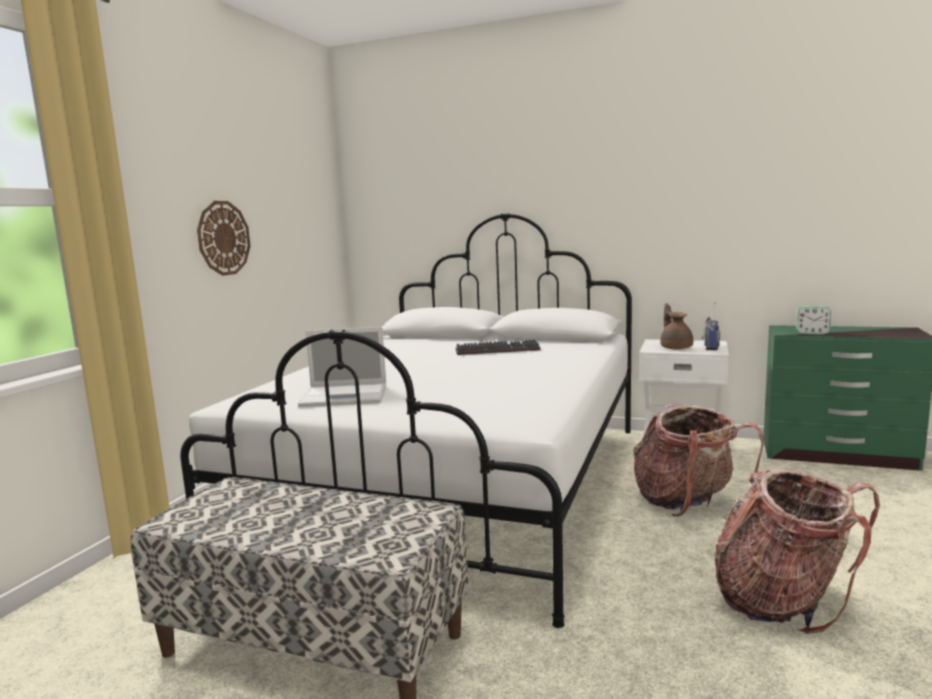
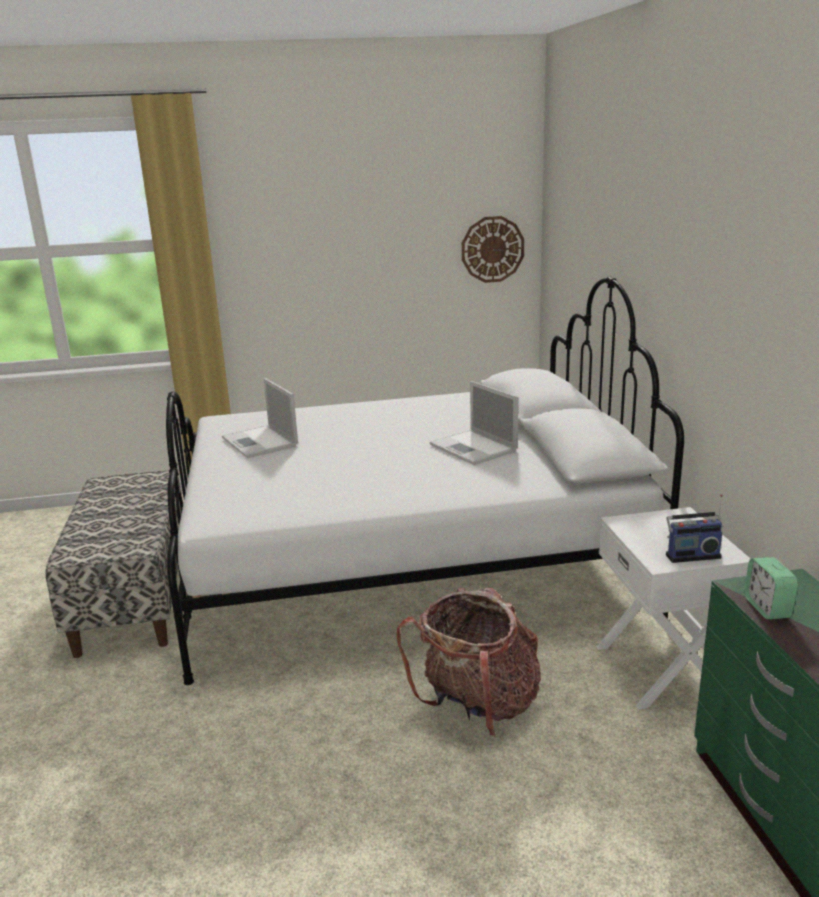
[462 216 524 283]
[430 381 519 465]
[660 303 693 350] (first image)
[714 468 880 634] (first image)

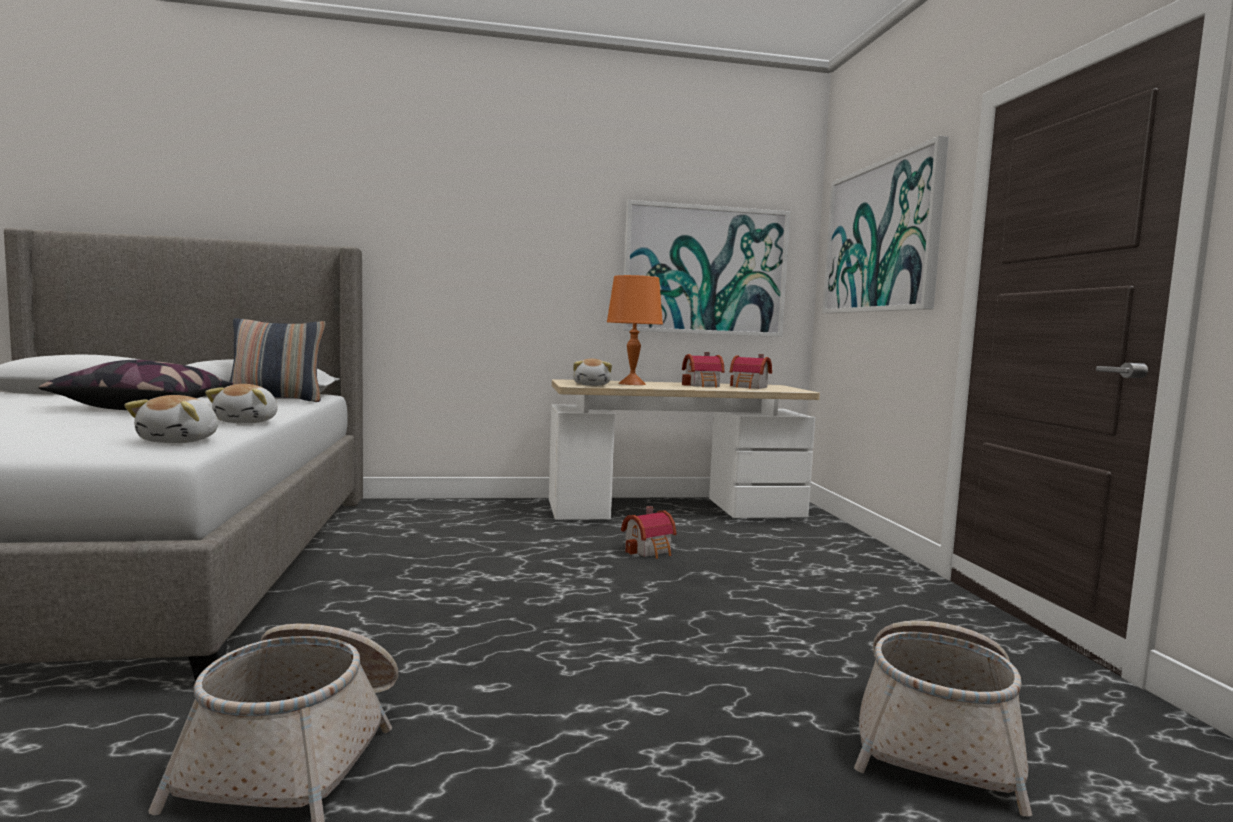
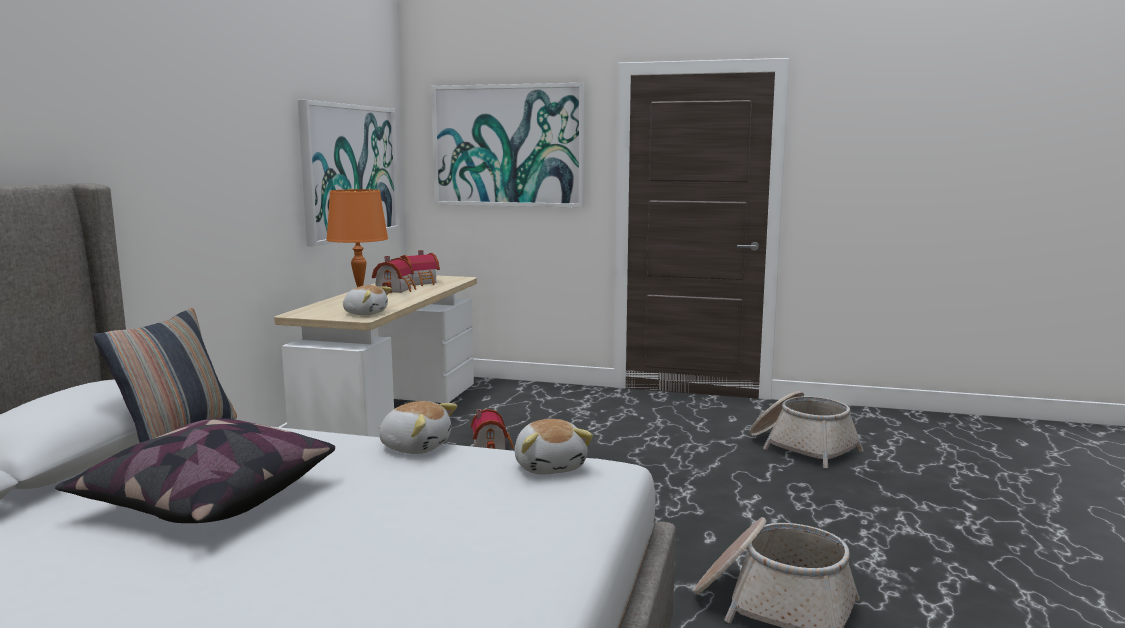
[514 419 593 475]

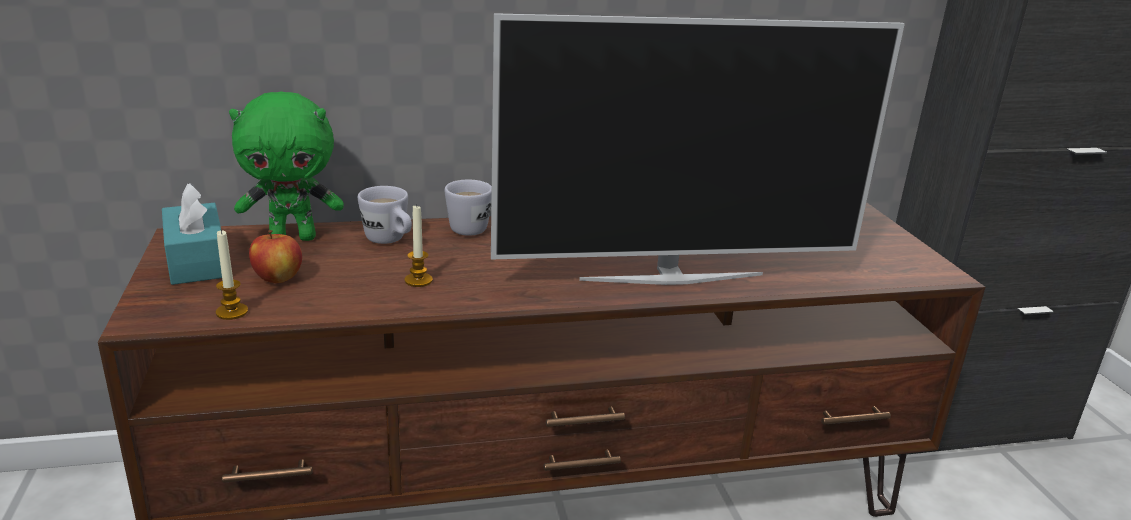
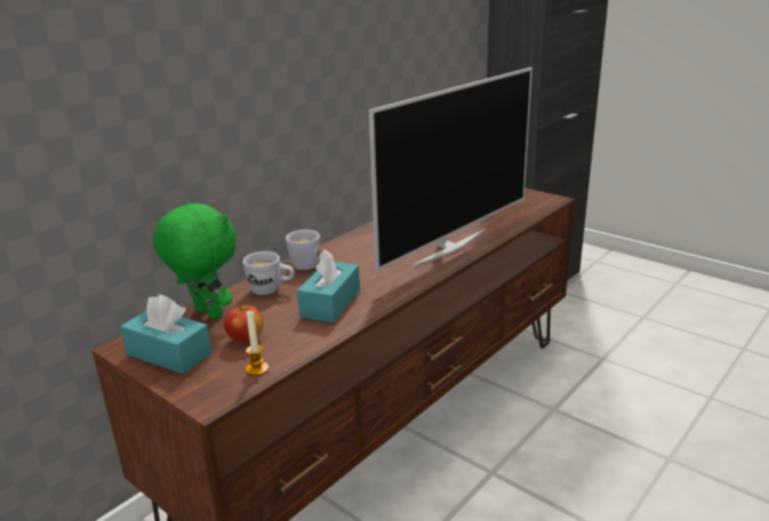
[153 201 237 319]
[297 249 360 323]

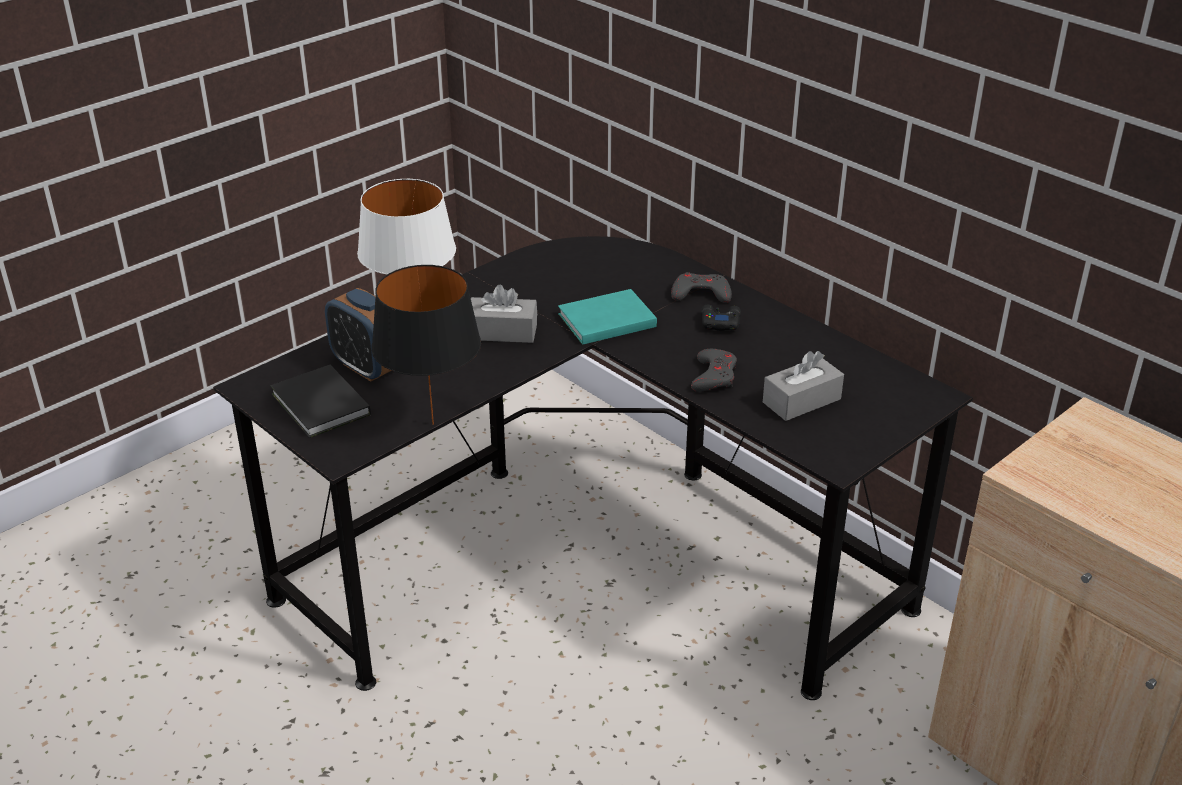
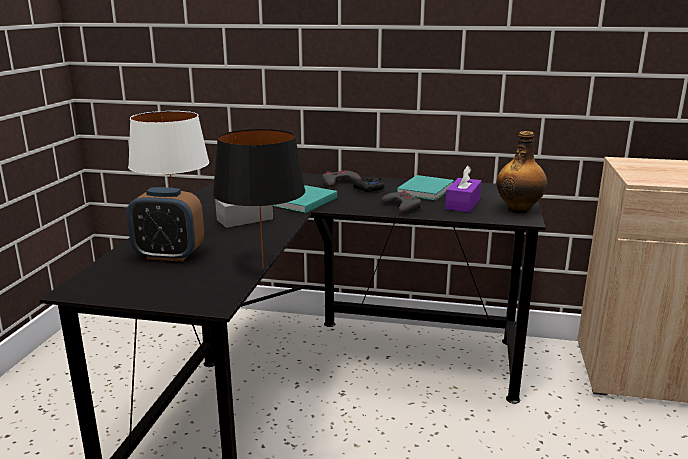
[270 365 371 438] (first image)
[445 166 482 212]
[397 175 454 201]
[496 131 547 214]

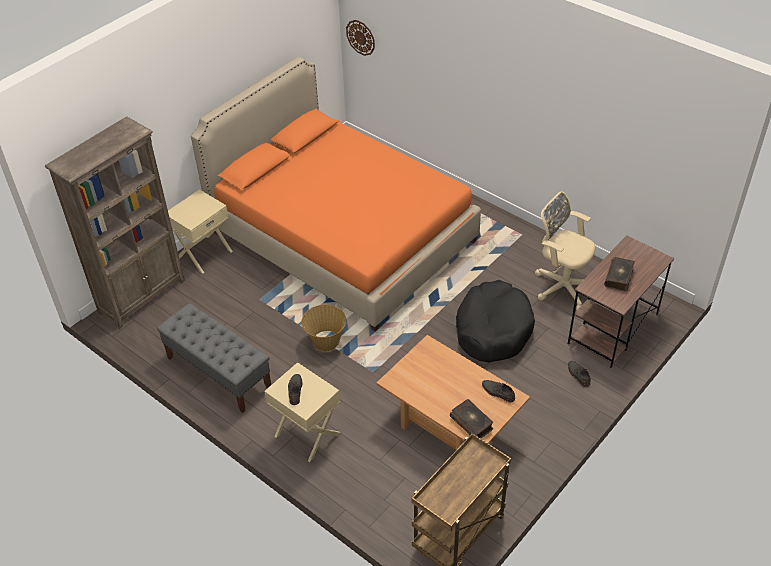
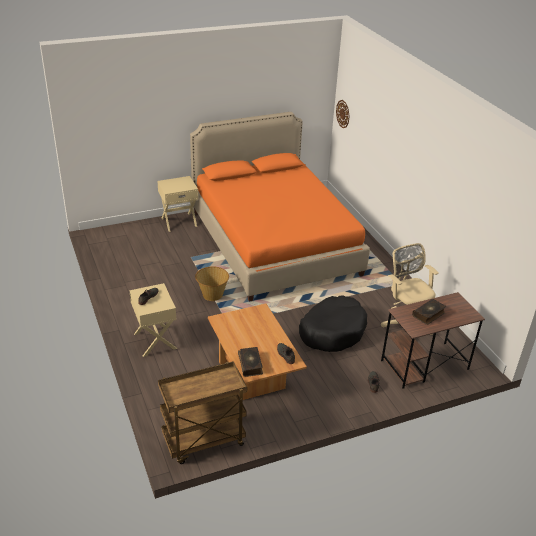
[45 116 185 329] (first image)
[157 303 271 413] (first image)

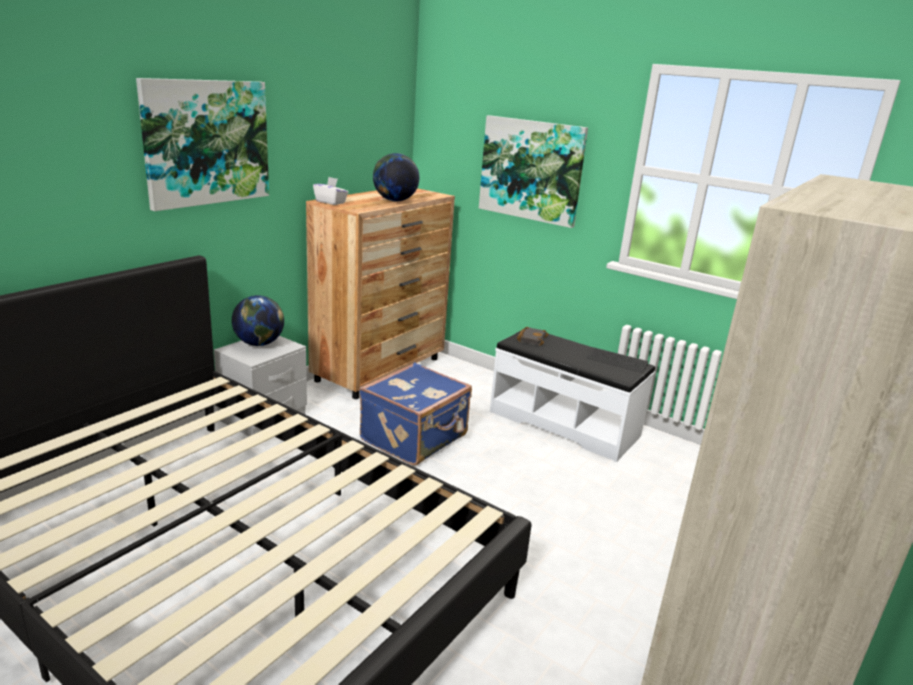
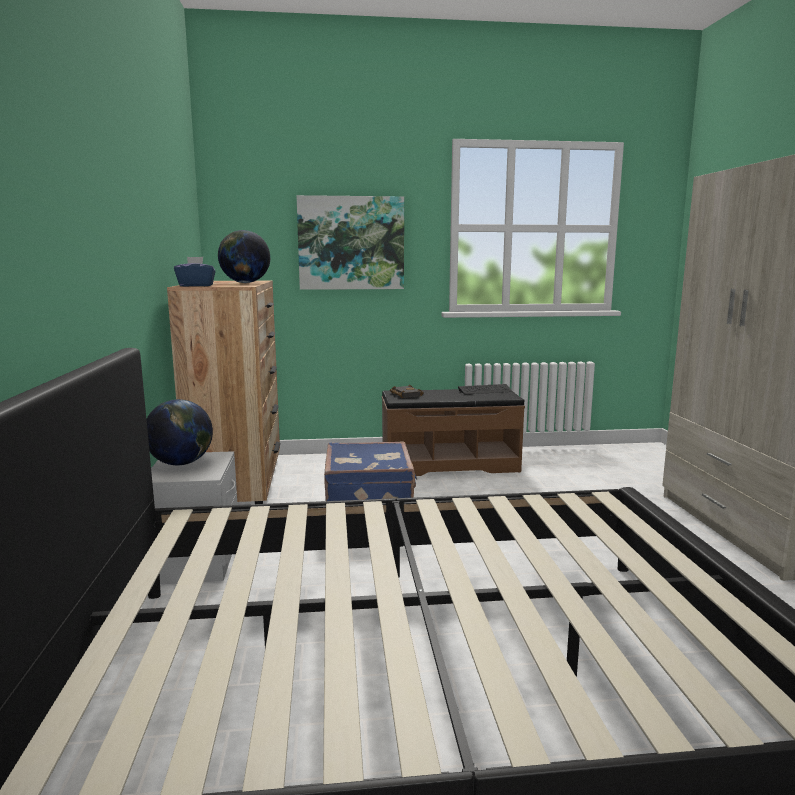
[136 78 269 211] (first image)
[174 257 216 287]
[382 389 525 476]

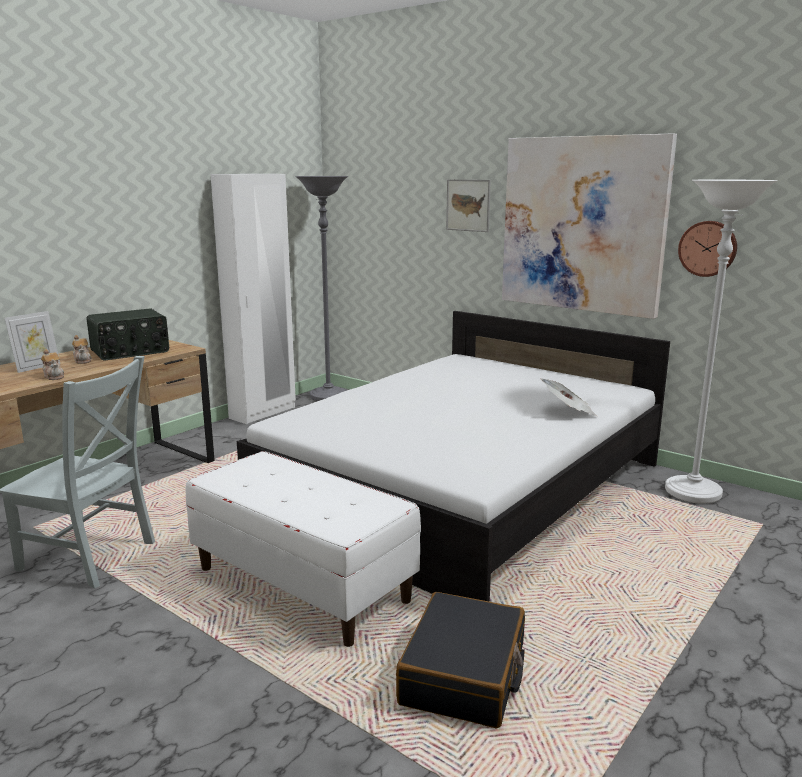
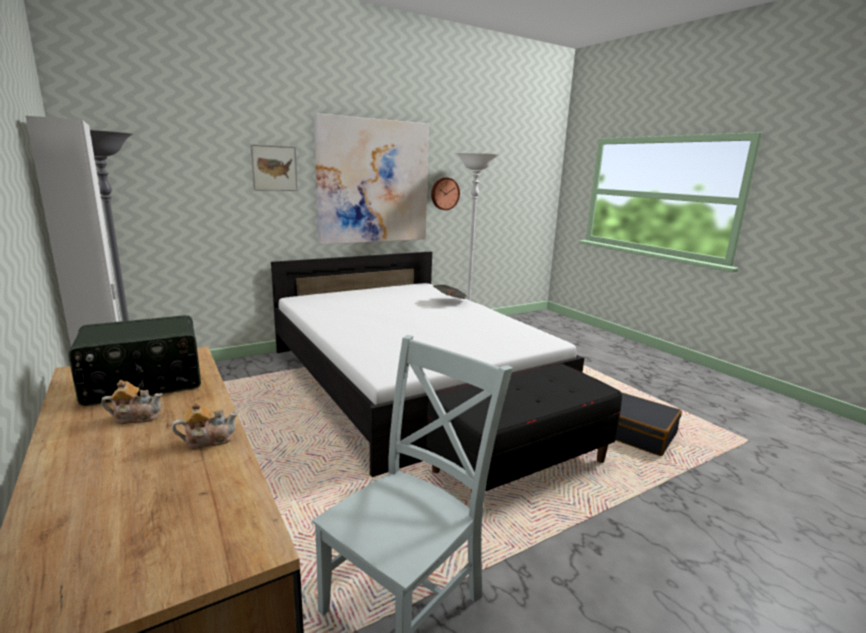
[5 311 60 373] (first image)
[68 315 201 406]
[427 363 622 492]

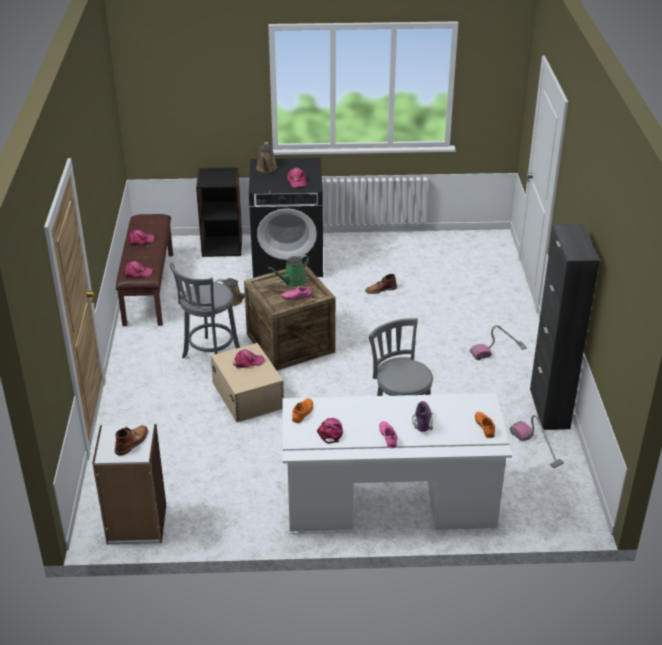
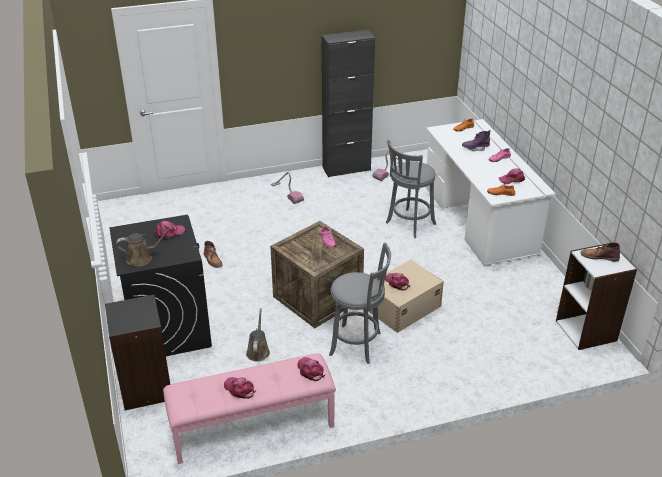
[163 353 336 464]
[268 254 309 287] (first image)

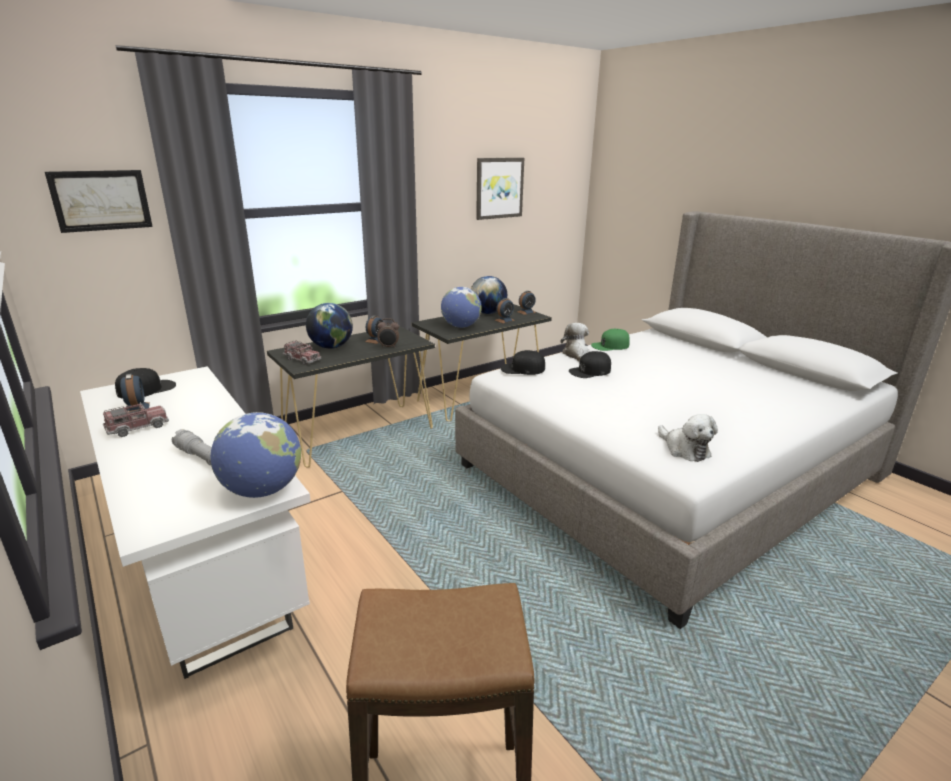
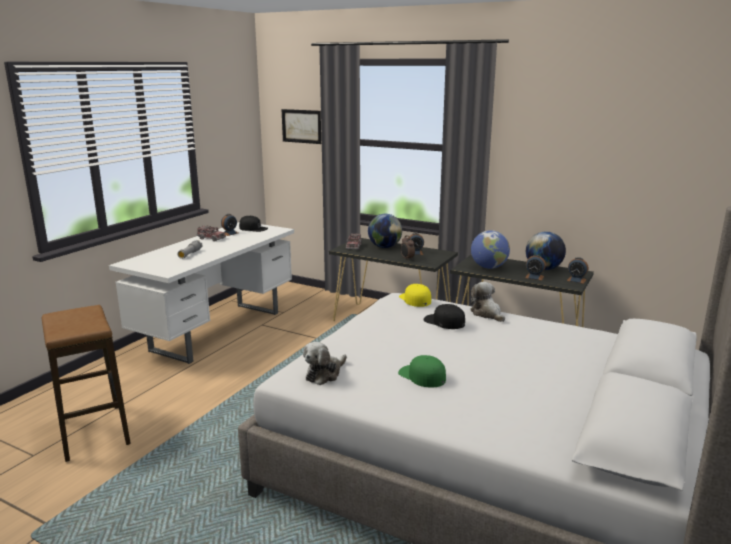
[211 412 301 498] (first image)
[476 158 524 220] (first image)
[399 284 431 307]
[470 282 505 322]
[398 355 446 388]

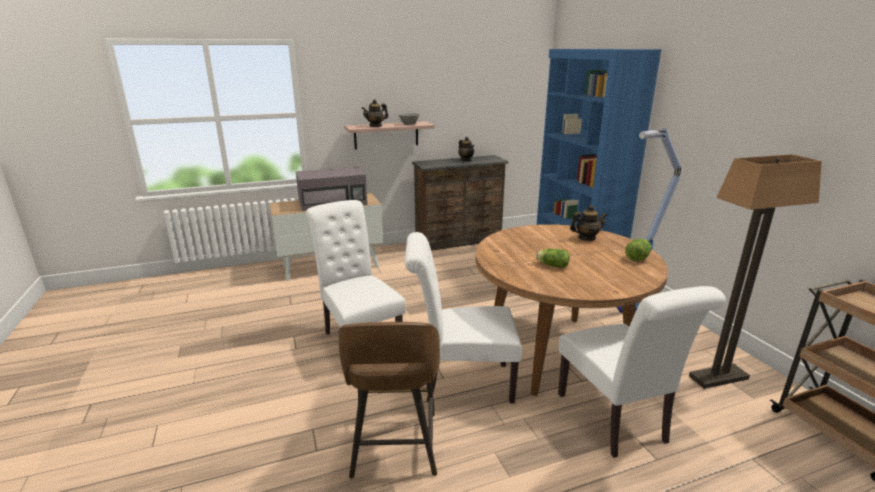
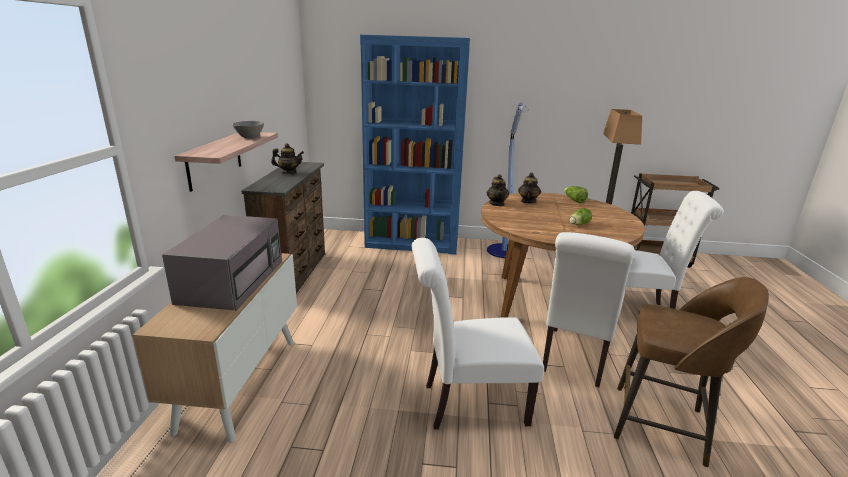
[487 174 509 206]

